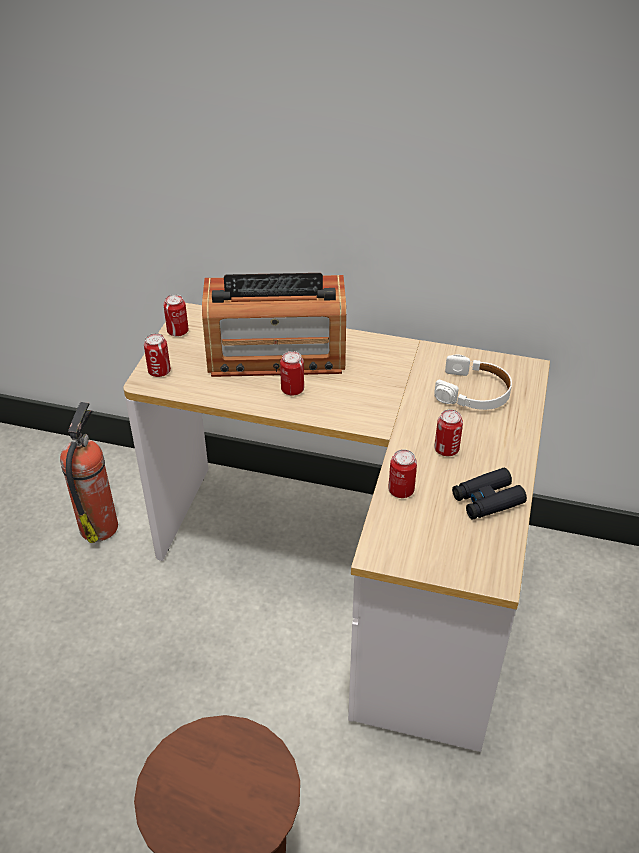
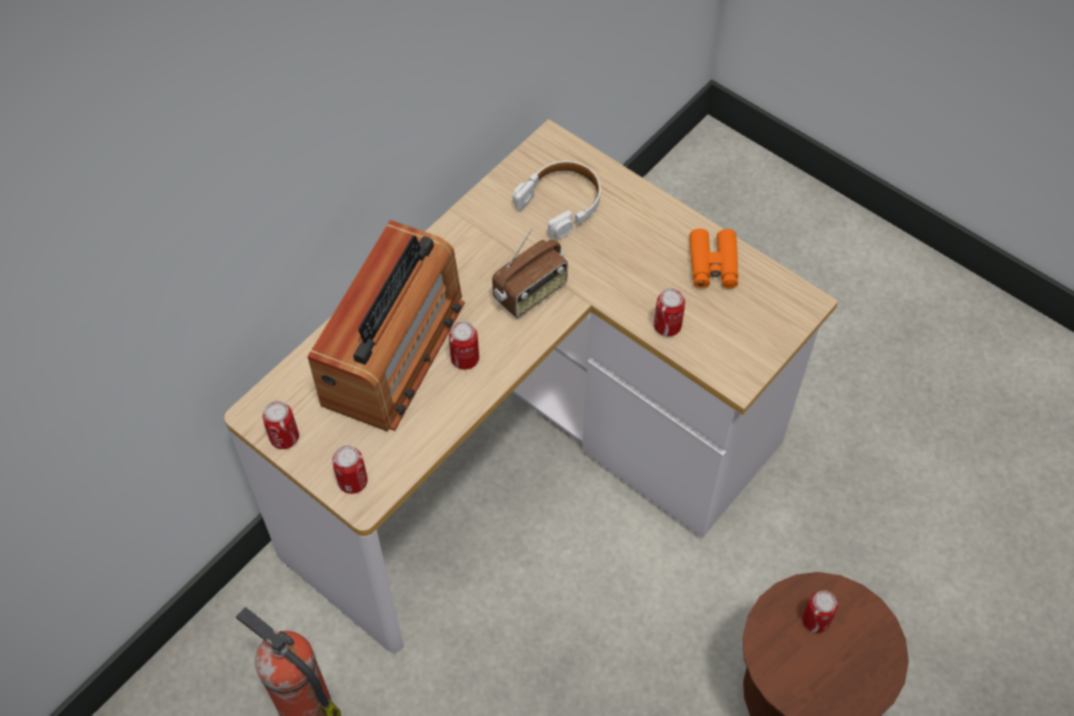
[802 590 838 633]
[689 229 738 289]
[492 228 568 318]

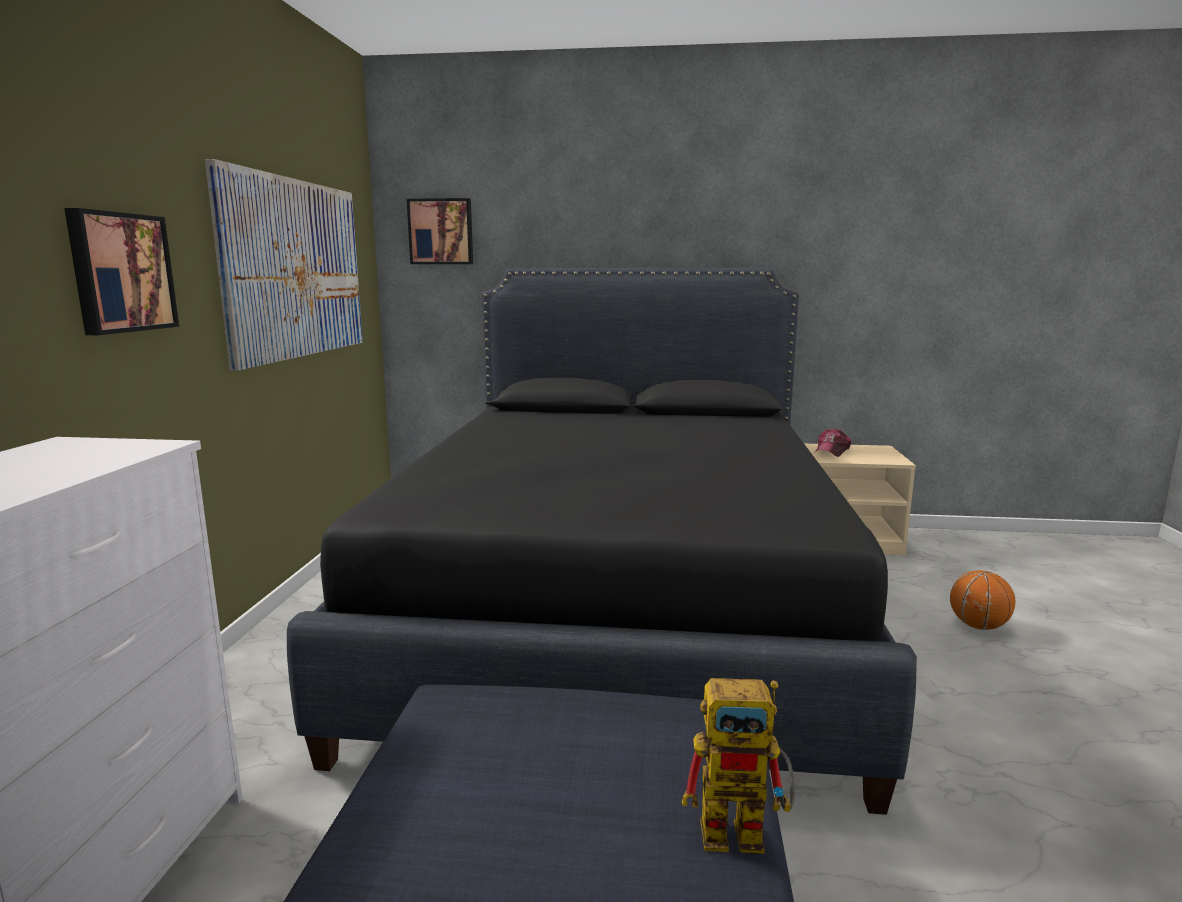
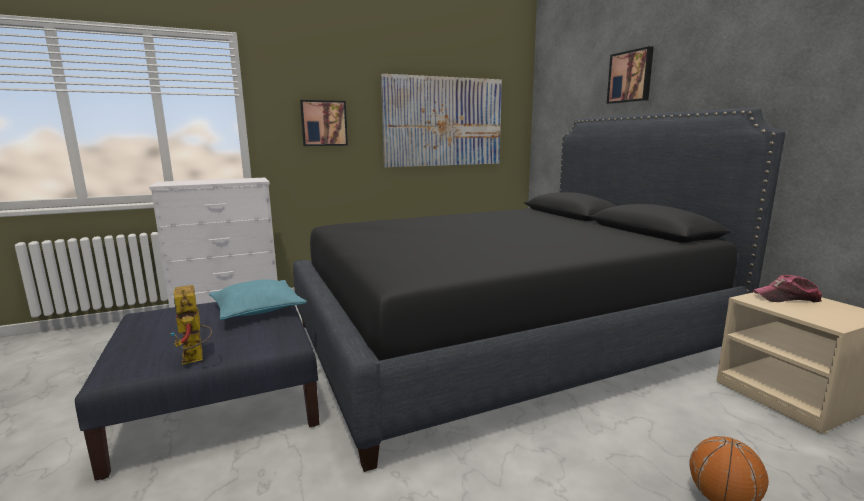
[607 46 654 104]
[209 279 307 320]

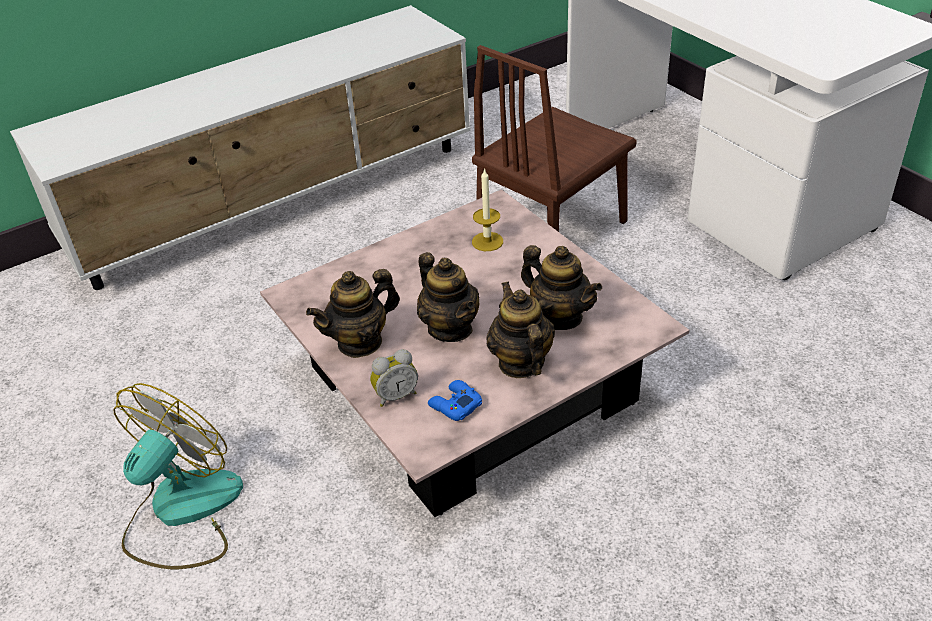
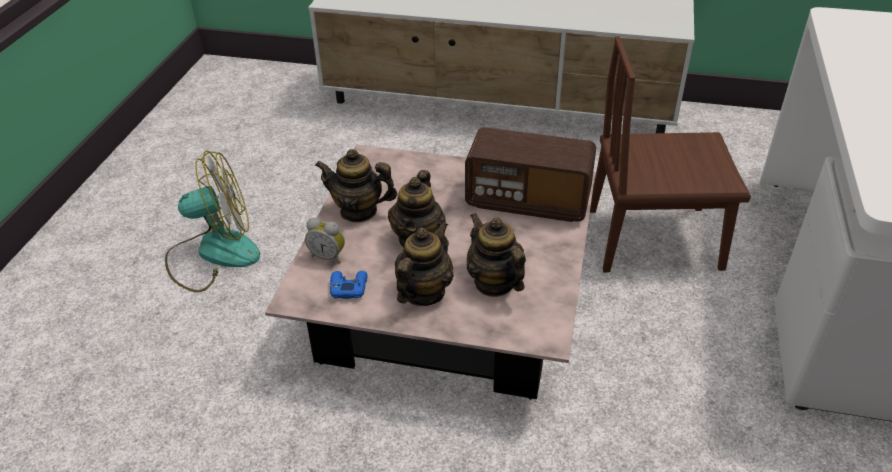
[465 127 596 222]
[467 213 526 297]

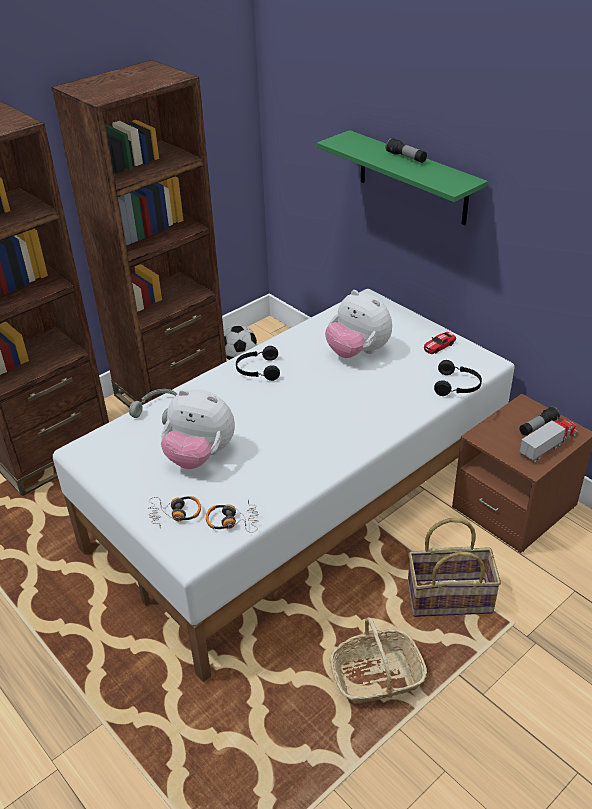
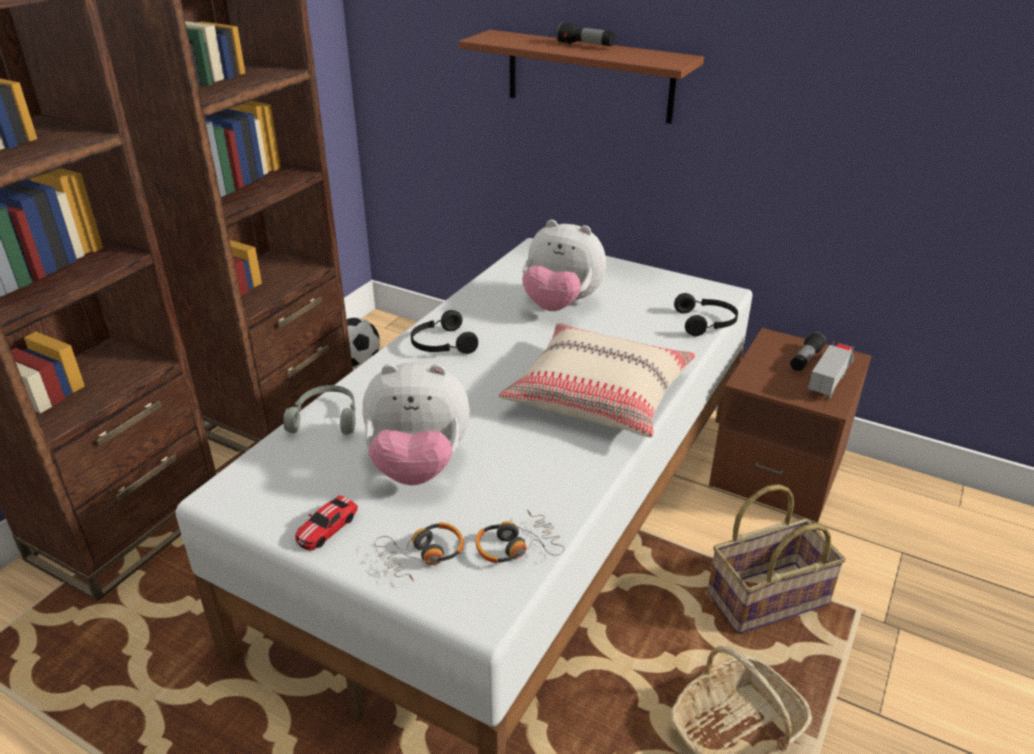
[459 30 704 124]
[295 496 358 550]
[499 323 697 437]

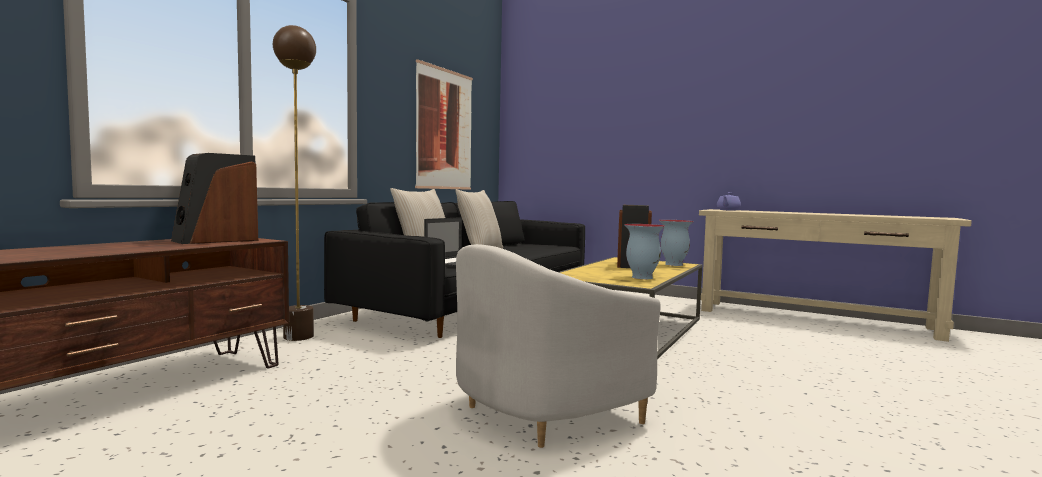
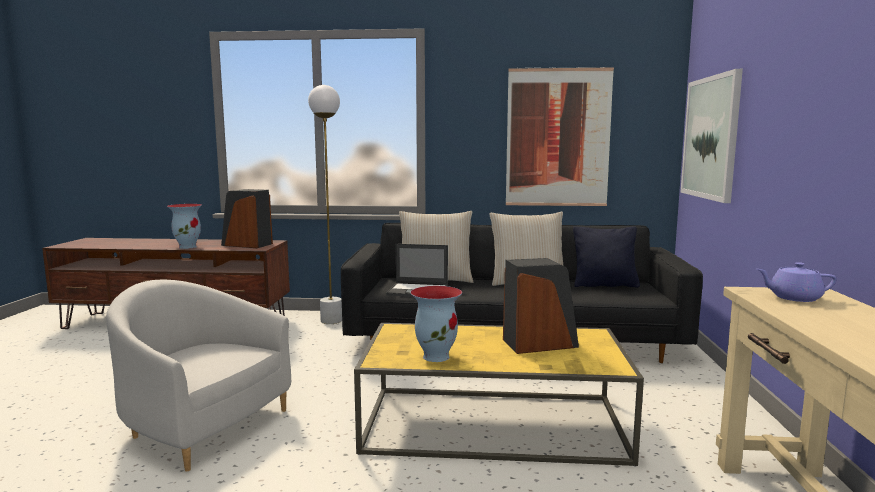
[308 85 342 324]
[167 204 202 249]
[573 226 640 288]
[680 69 743 203]

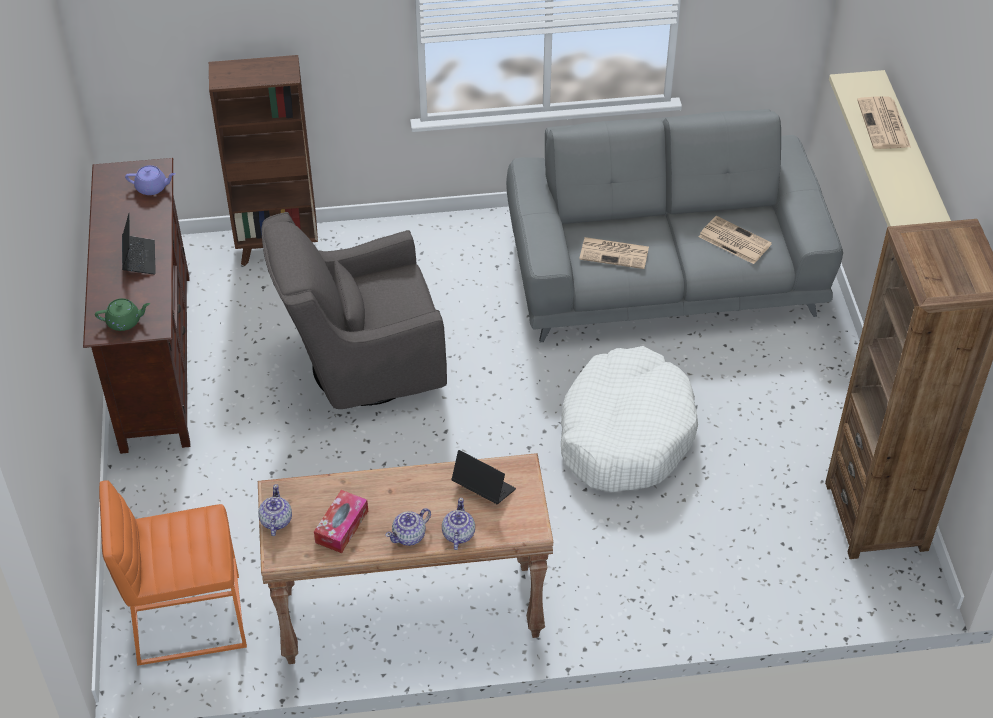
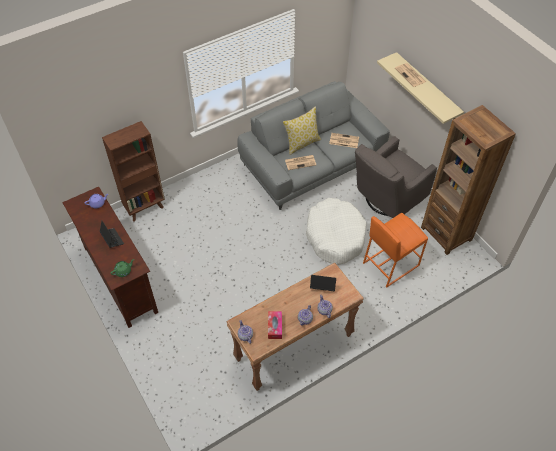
[363 213 428 288]
[355 136 437 218]
[283 106 321 155]

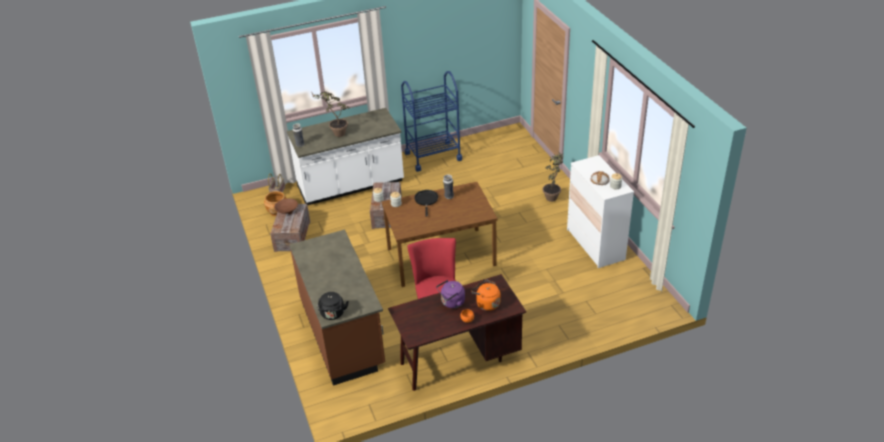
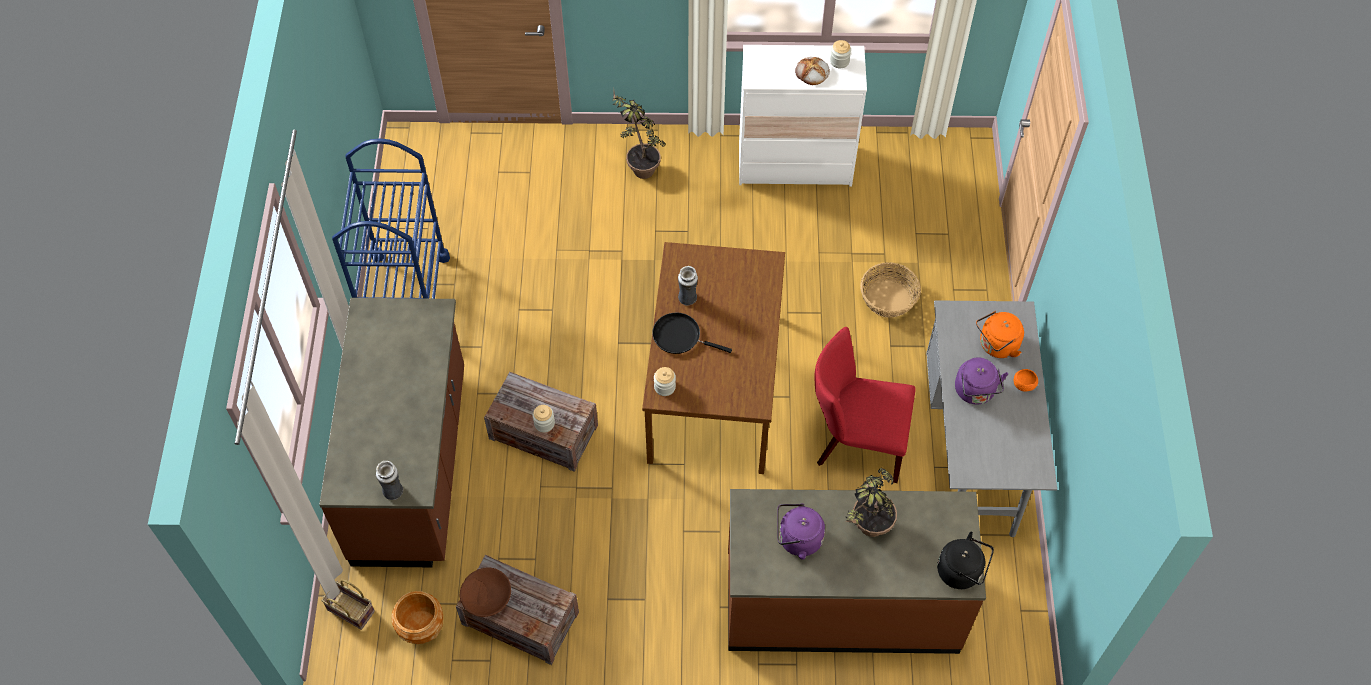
[319 298 464 567]
[846 468 897 537]
[926 300 1057 537]
[777 504 825 560]
[860 262 921 318]

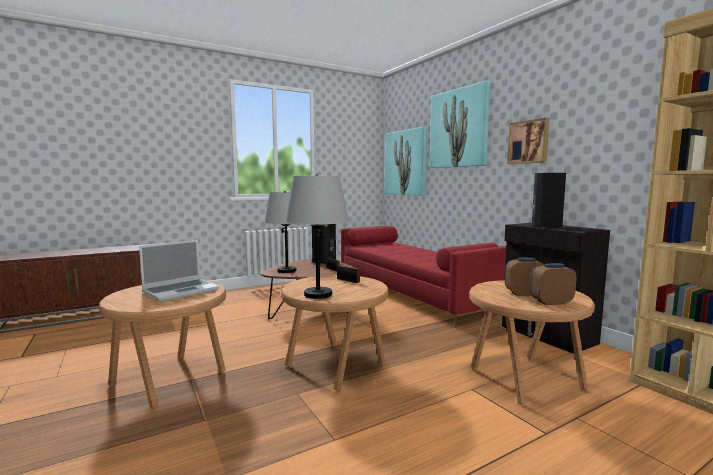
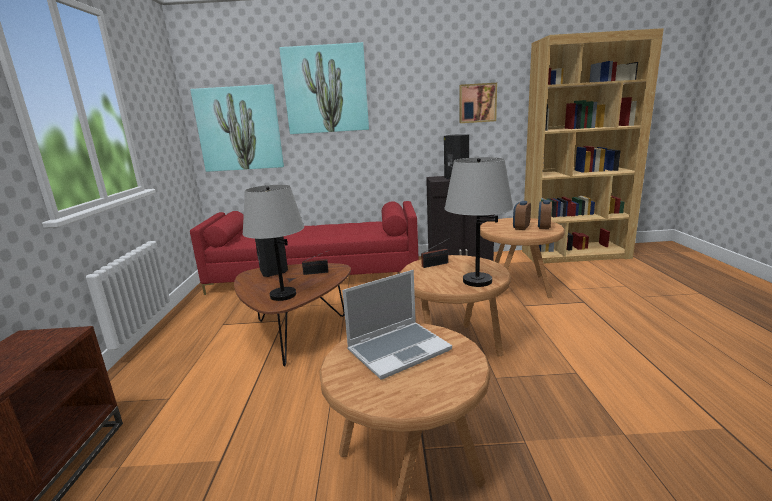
[342 270 452 380]
[459 83 497 123]

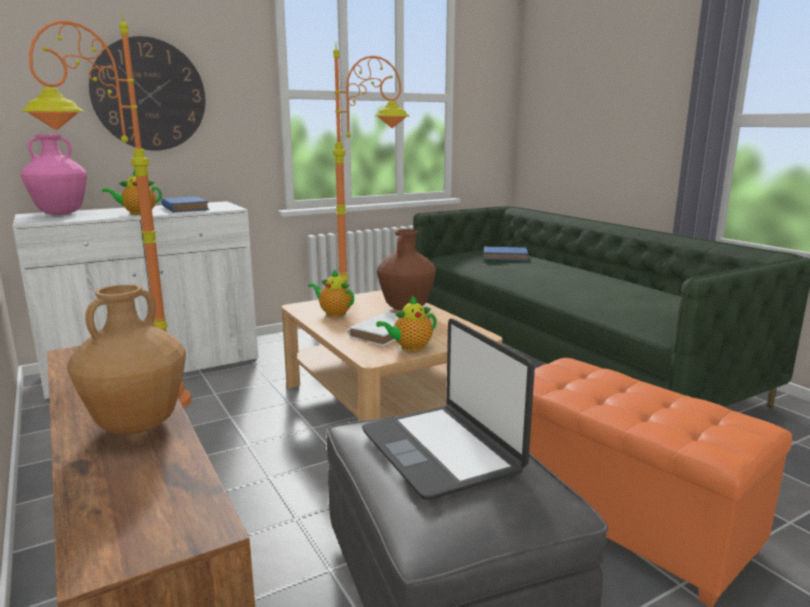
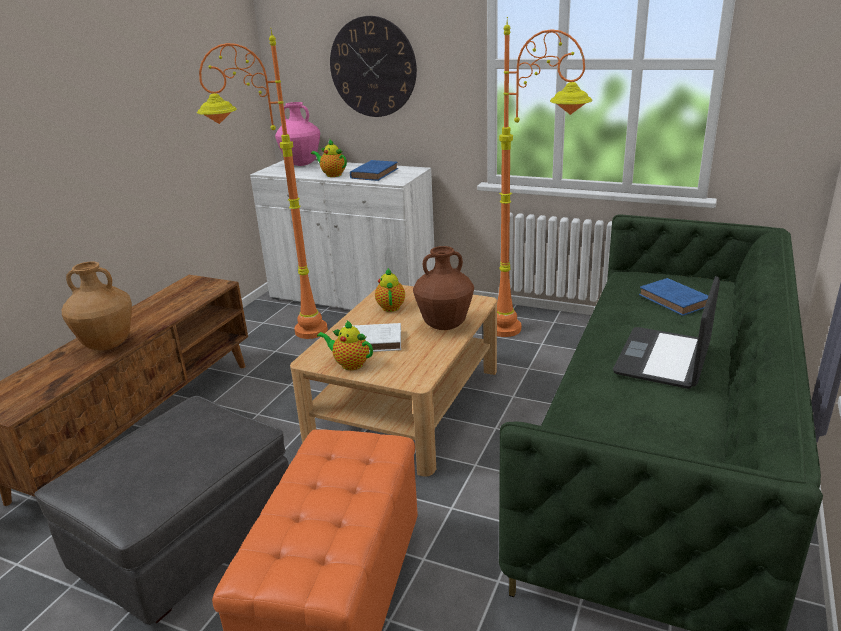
[613 276 720 389]

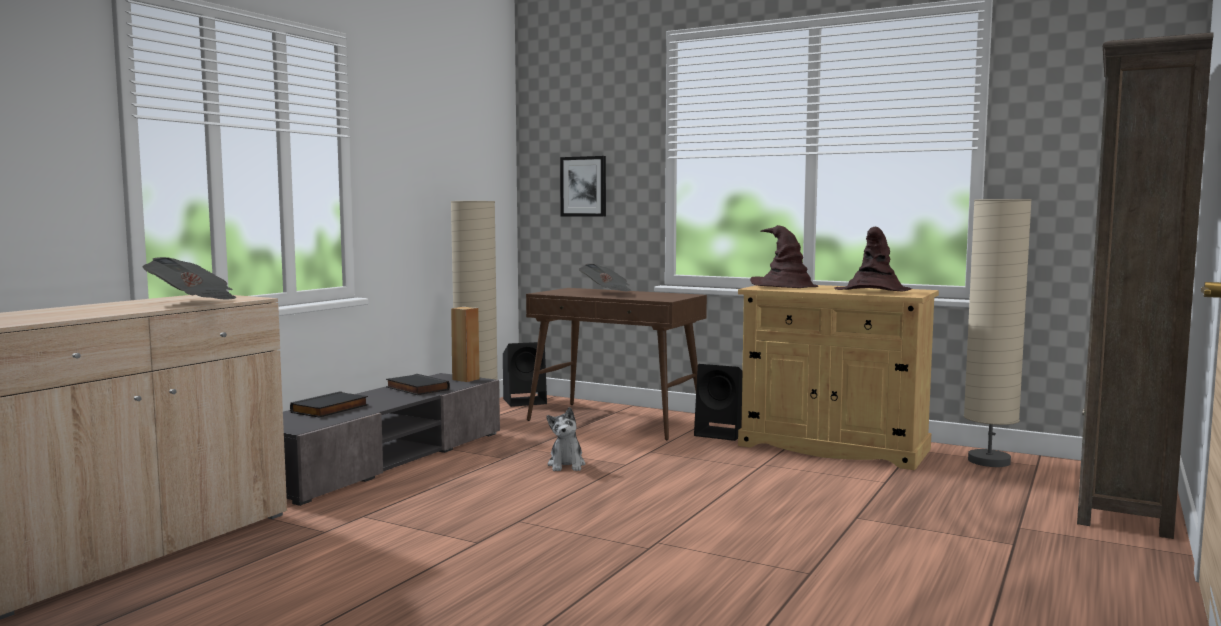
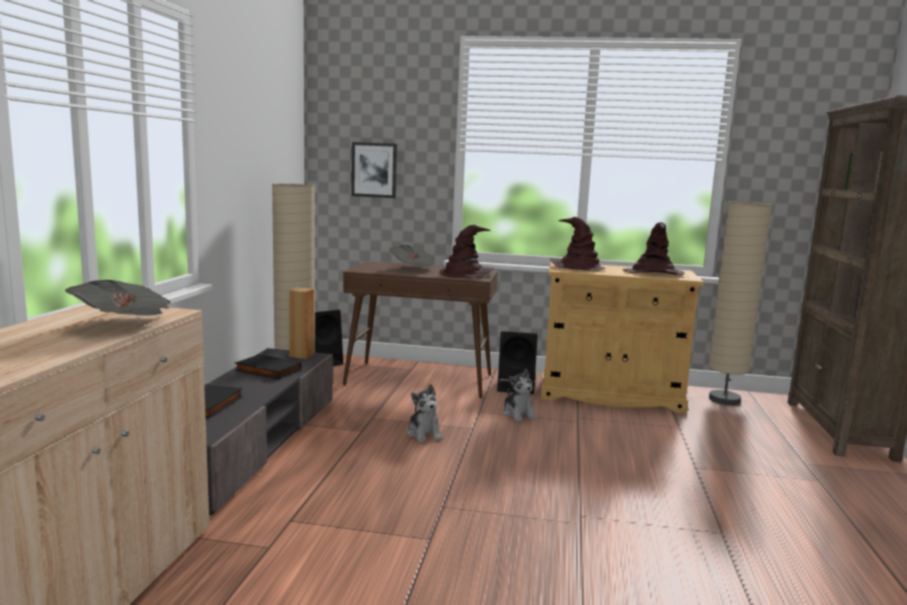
[439 225 494 278]
[503 368 537 422]

